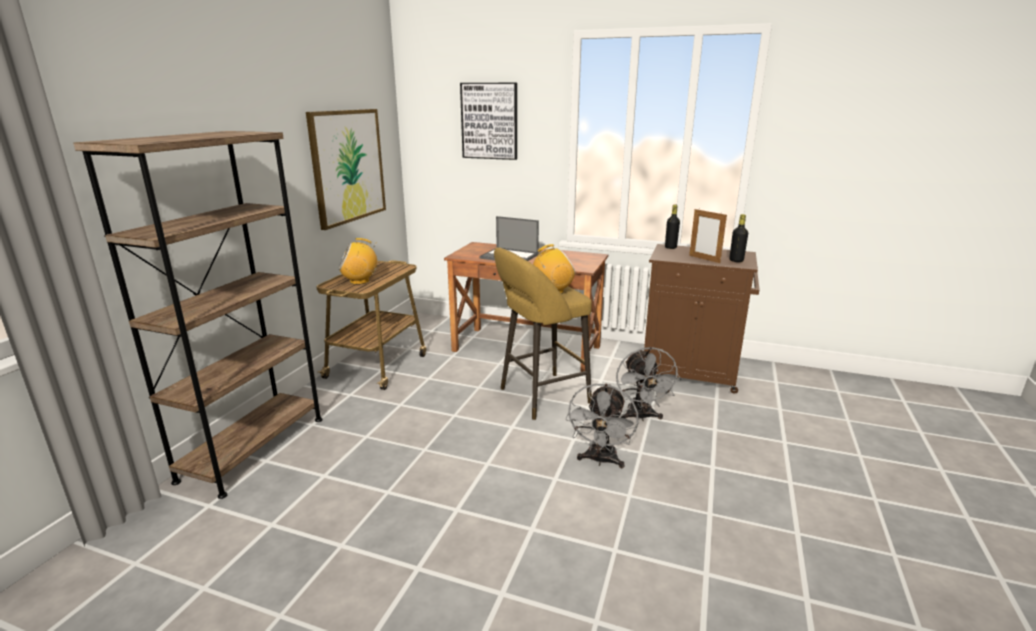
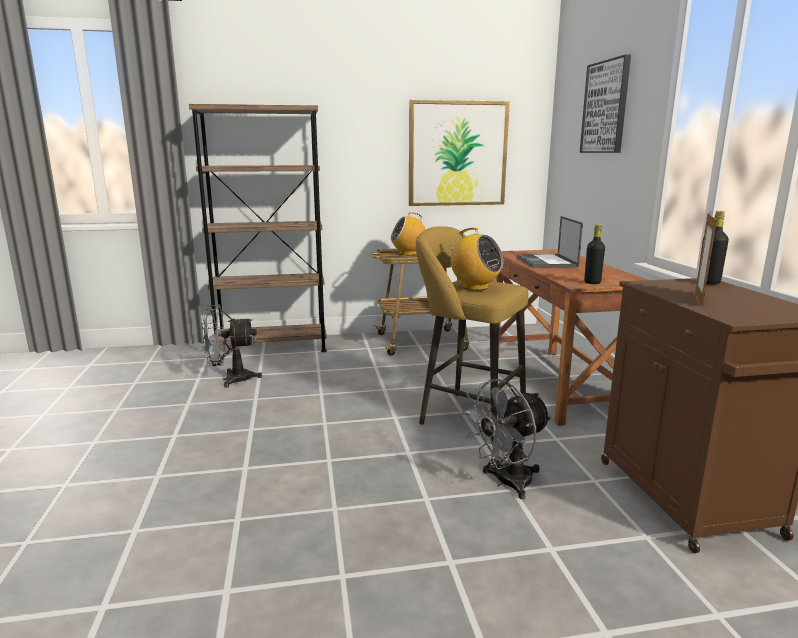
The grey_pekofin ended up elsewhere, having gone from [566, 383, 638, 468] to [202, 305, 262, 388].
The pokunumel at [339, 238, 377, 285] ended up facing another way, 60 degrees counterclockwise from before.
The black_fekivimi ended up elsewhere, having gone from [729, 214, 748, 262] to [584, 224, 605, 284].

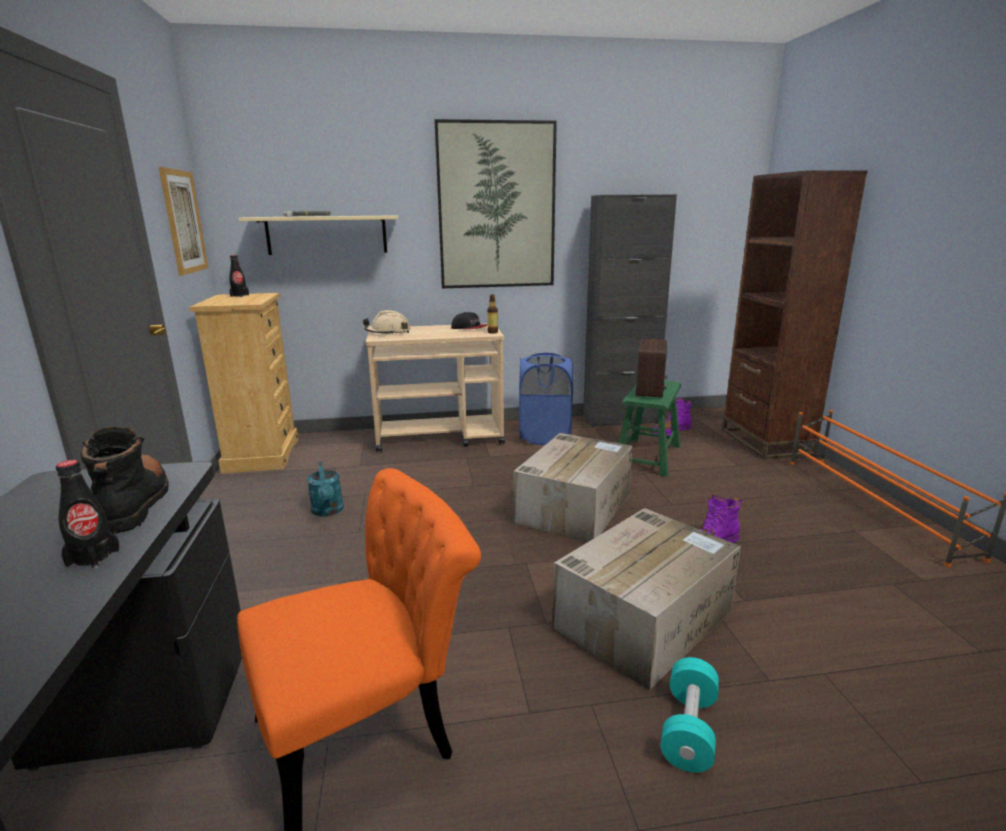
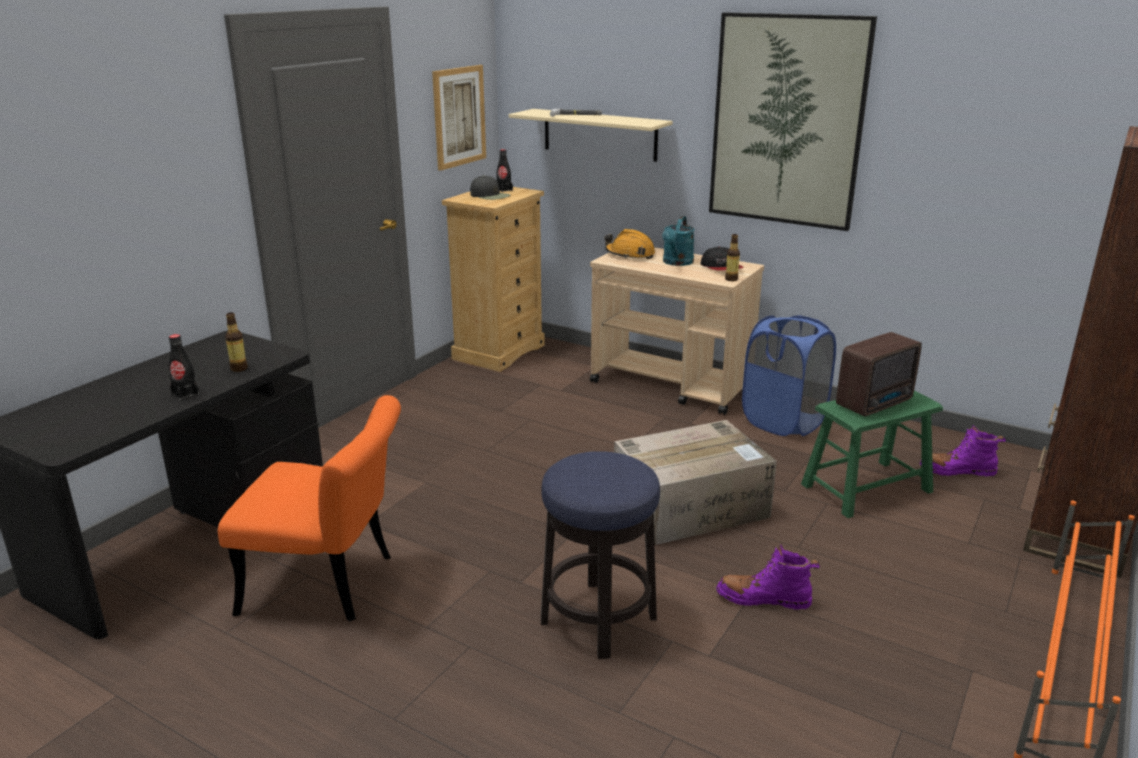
Where the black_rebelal stood at [80, 427, 169, 534], the fekivimi came to stand at [225, 313, 248, 372].
The second view gained the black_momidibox at [470, 175, 511, 200].
Where the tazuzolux stood at [553, 508, 741, 690], the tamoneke came to stand at [541, 451, 660, 659].
What was the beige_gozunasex at [363, 310, 411, 335] turned into the orange_gozunasex at [605, 229, 655, 259].
The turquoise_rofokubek ended up elsewhere, having gone from [307, 461, 344, 516] to [662, 216, 695, 266].
The second view lost the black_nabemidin at [583, 194, 677, 428].
The second view lost the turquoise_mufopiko at [661, 657, 719, 773].

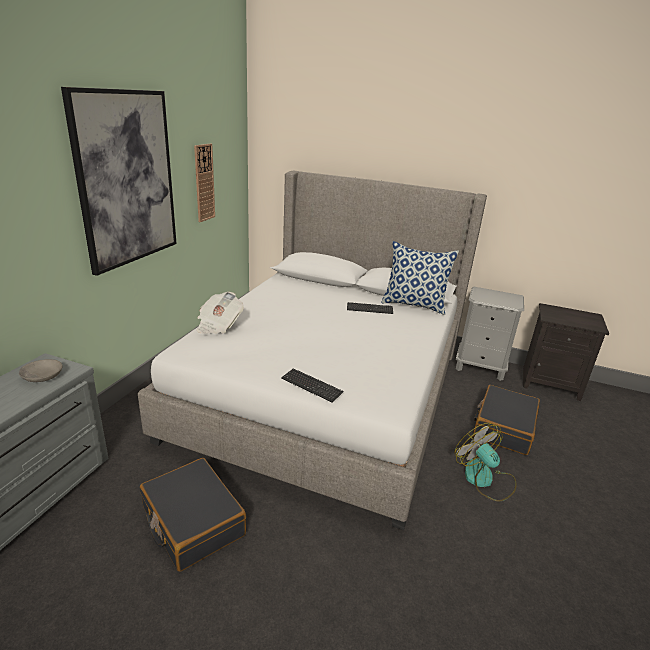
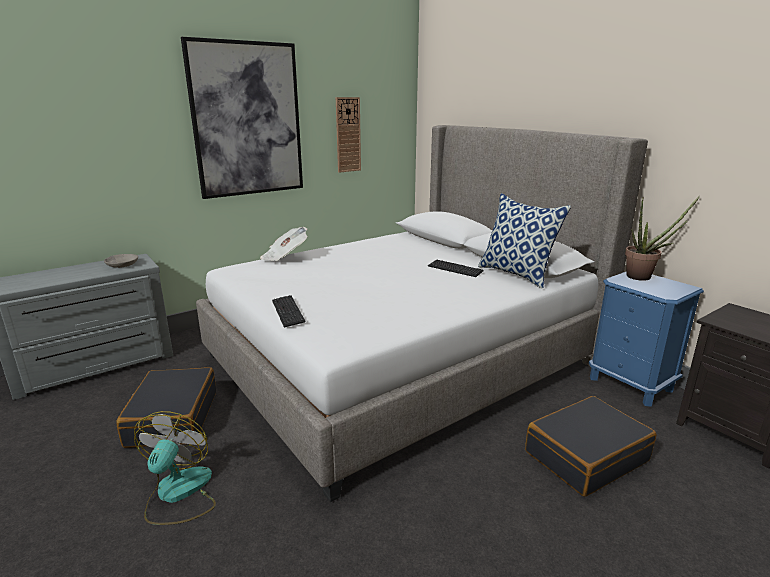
The pekofin ended up elsewhere, having gone from [455, 423, 517, 502] to [134, 411, 216, 525].
What was the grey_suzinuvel at [456, 286, 524, 381] turned into the blue_suzinuvel at [589, 272, 704, 407].
The second view gained the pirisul at [625, 196, 700, 281].

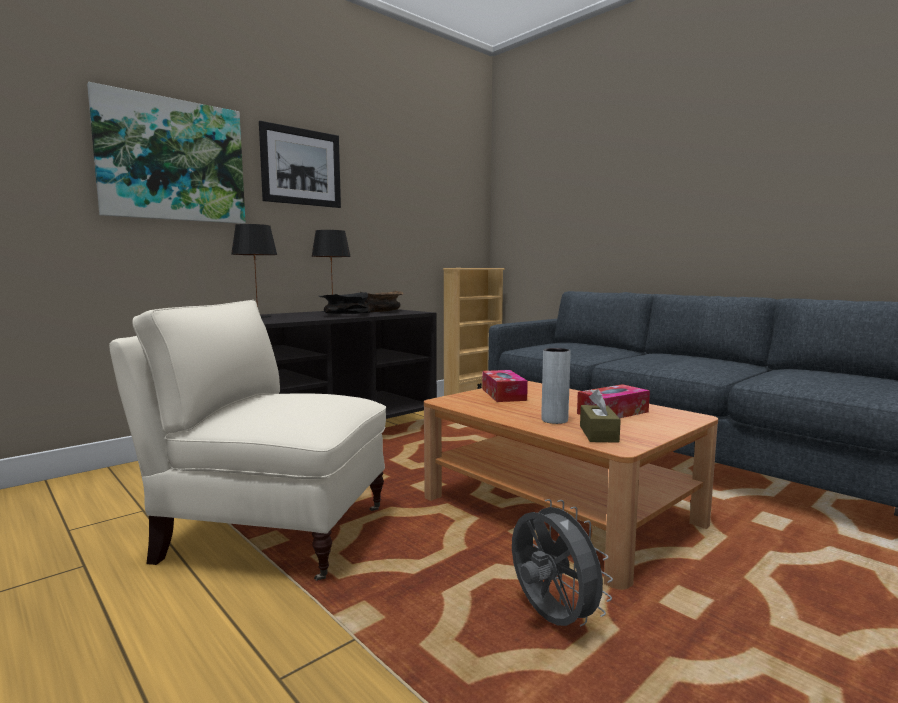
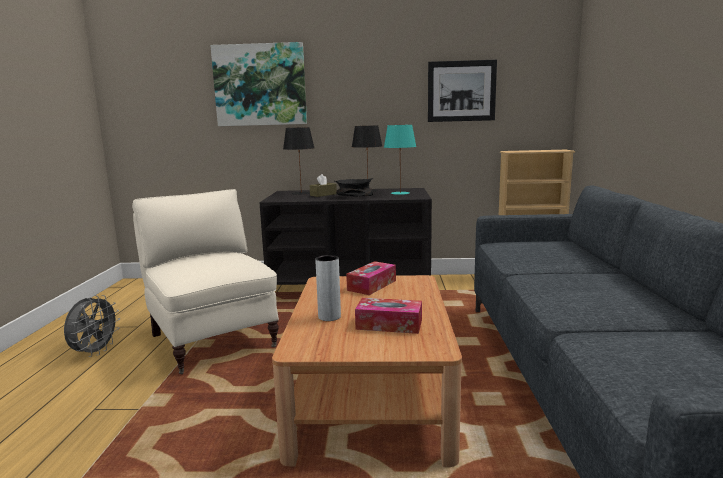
The grey_pekofin ended up elsewhere, having gone from [512, 499, 613, 627] to [64, 295, 120, 357].
The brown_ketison ended up elsewhere, having gone from [580, 389, 621, 443] to [310, 174, 337, 197].
Where the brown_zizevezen stood at [360, 290, 404, 312], the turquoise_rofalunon came to stand at [384, 125, 416, 195].
The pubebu ended up elsewhere, having gone from [259, 121, 341, 208] to [428, 60, 497, 122].

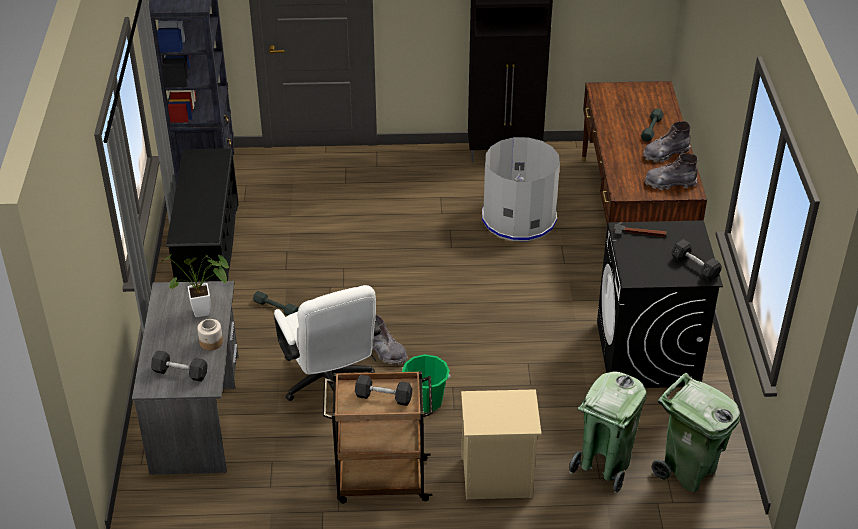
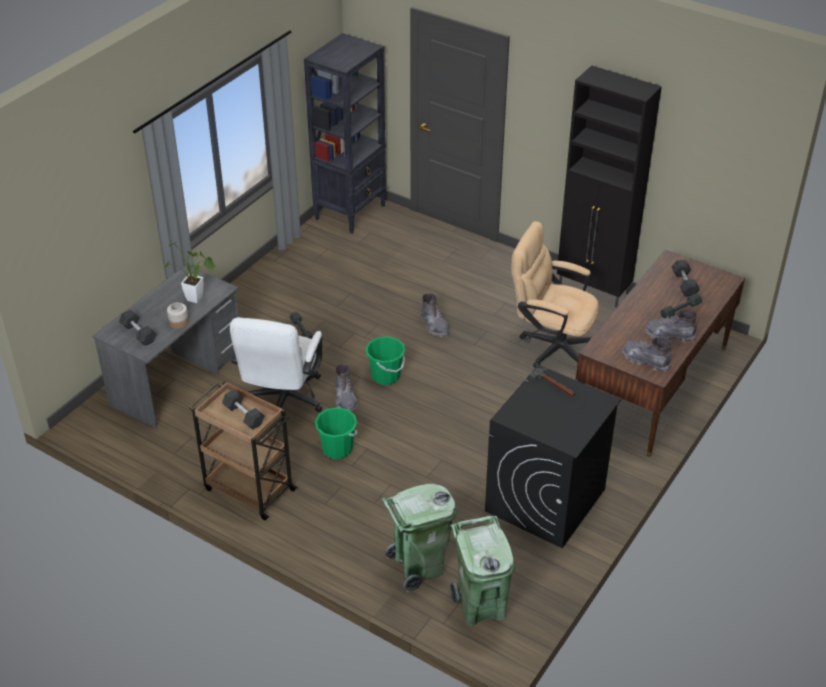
The second view gained the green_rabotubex at [366, 337, 405, 385].
The second view gained the grey_rebelal at [421, 293, 449, 337].
Where the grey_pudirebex stood at [482, 137, 560, 241], the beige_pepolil came to stand at [512, 221, 599, 368].
The grey_mufopiko ended up elsewhere, having gone from [671, 239, 722, 282] to [672, 260, 700, 297].
The second view lost the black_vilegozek at [166, 148, 239, 282].
The second view lost the beige_suzinuvel at [461, 389, 541, 500].

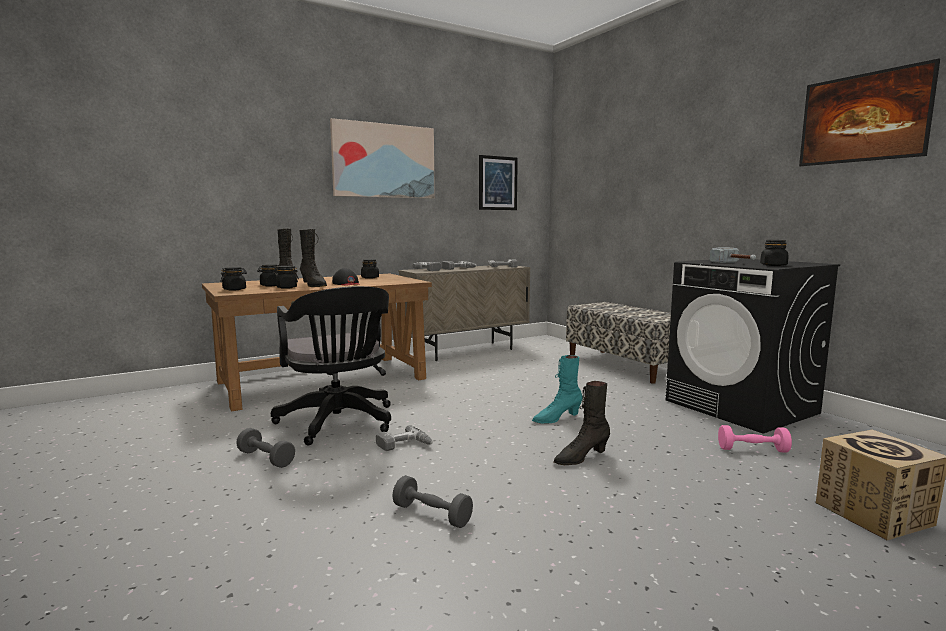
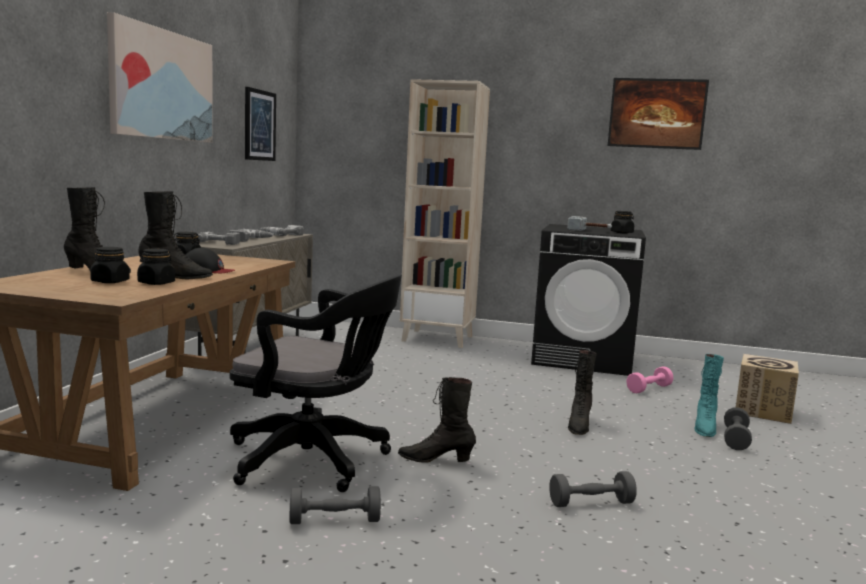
Where the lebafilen stood at [376, 425, 433, 451], the black_rebelal came to stand at [398, 377, 476, 463].
Where the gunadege stood at [566, 302, 671, 384], the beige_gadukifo came to stand at [400, 79, 490, 348].
The turquoise_rebelal ended up elsewhere, having gone from [532, 355, 583, 423] to [694, 354, 724, 437].
The second view gained the grey_mufopiko at [724, 407, 752, 450].
The second view lost the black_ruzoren at [220, 267, 247, 291].

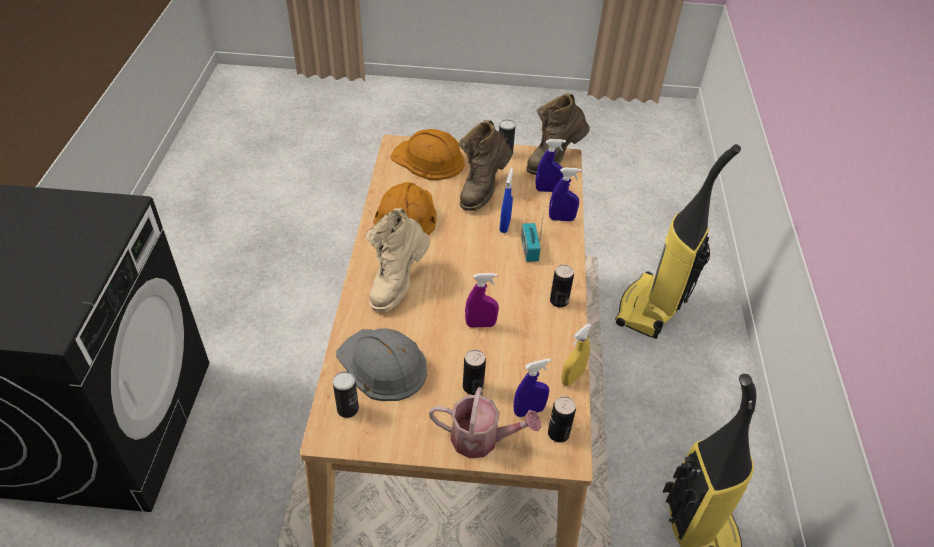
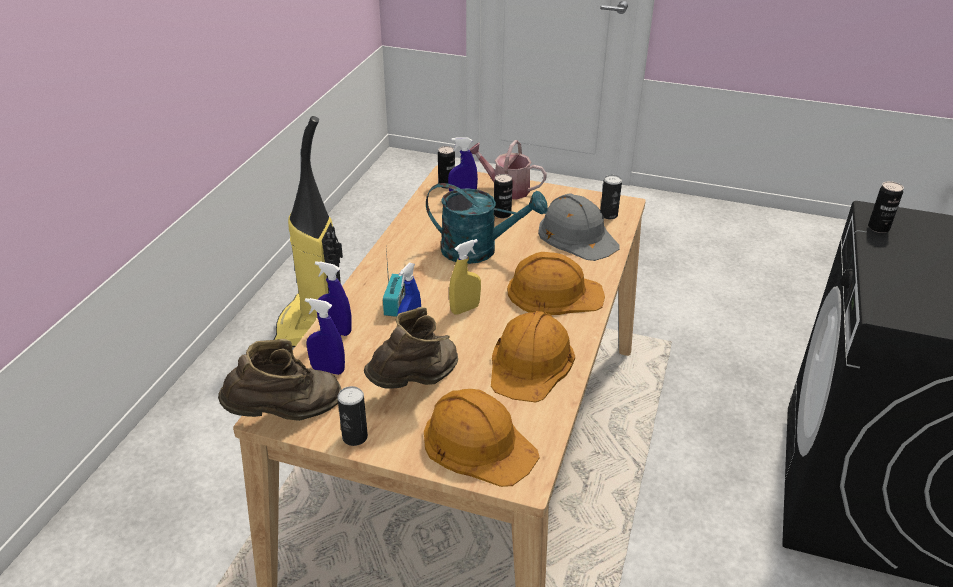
Where the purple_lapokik stood at [465, 273, 499, 327], the turquoise_rofokubek came to stand at [426, 183, 548, 264].
The yellow_lapokik ended up elsewhere, having gone from [561, 323, 592, 386] to [449, 239, 481, 314].
Where the beige_rebelal stood at [365, 208, 430, 312], the orange_gozunasex came to stand at [507, 252, 605, 315].
The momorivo ended up elsewhere, having gone from [550, 264, 574, 307] to [868, 181, 904, 233].
The second view lost the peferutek at [615, 144, 741, 339].

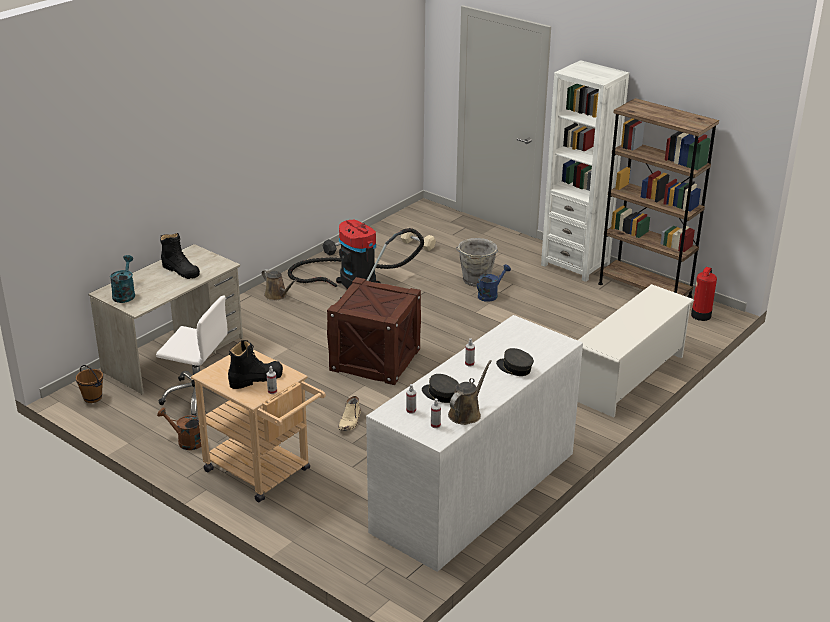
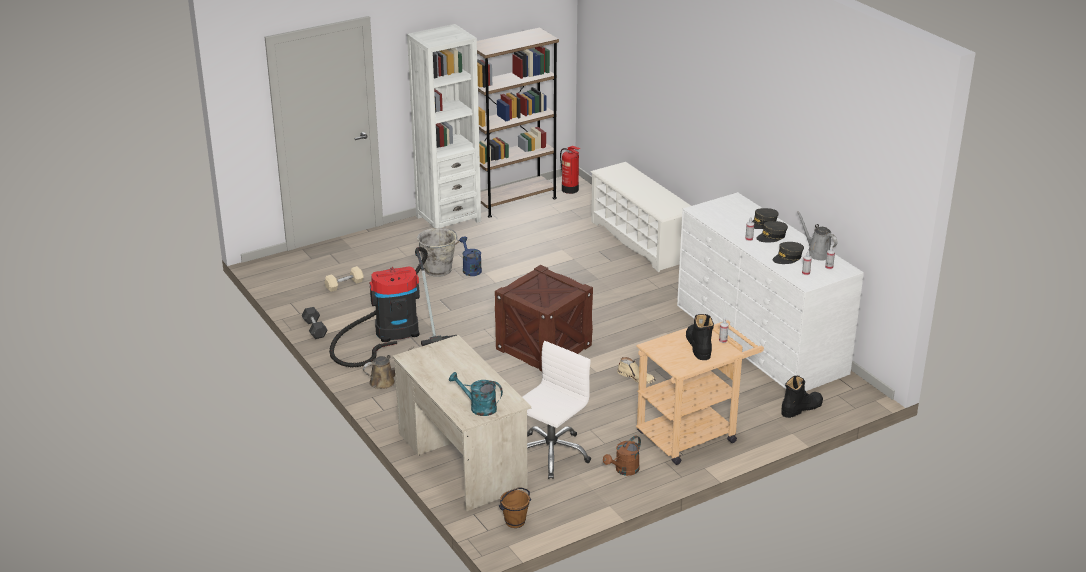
The second view gained the grey_momidibox at [756, 221, 788, 242].
The black_rebelal ended up elsewhere, having gone from [160, 233, 200, 279] to [781, 376, 823, 418].
What was the brown_rofokubek at [448, 360, 492, 425] turned into the grey_rofokubek at [797, 211, 837, 260].

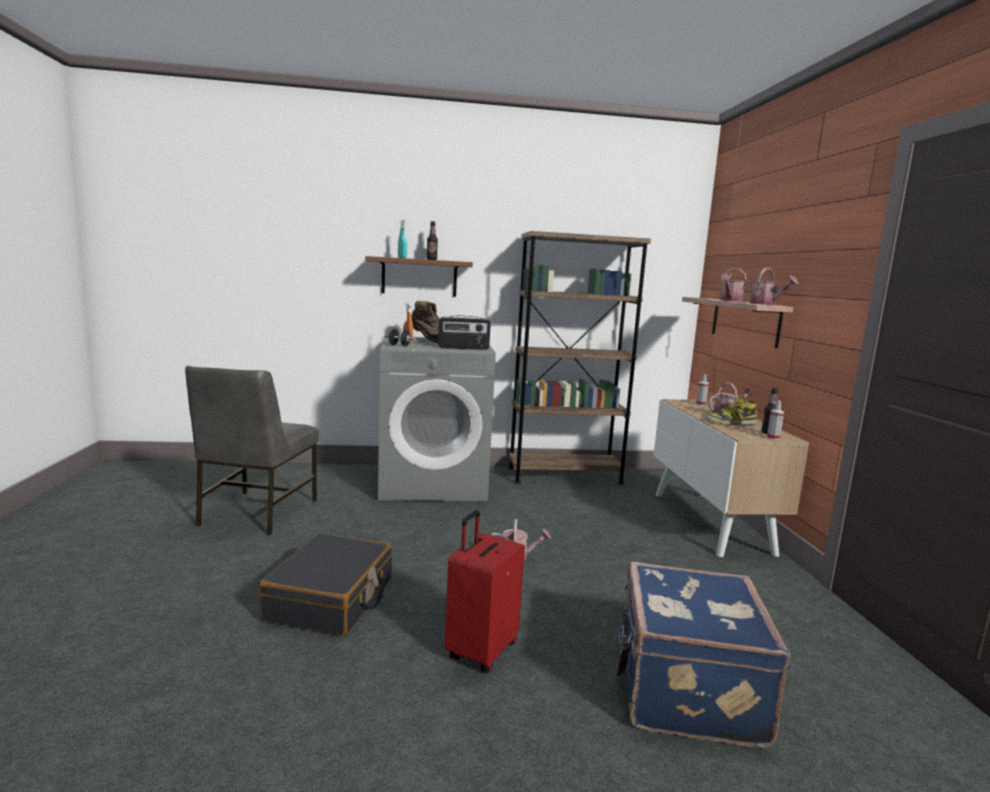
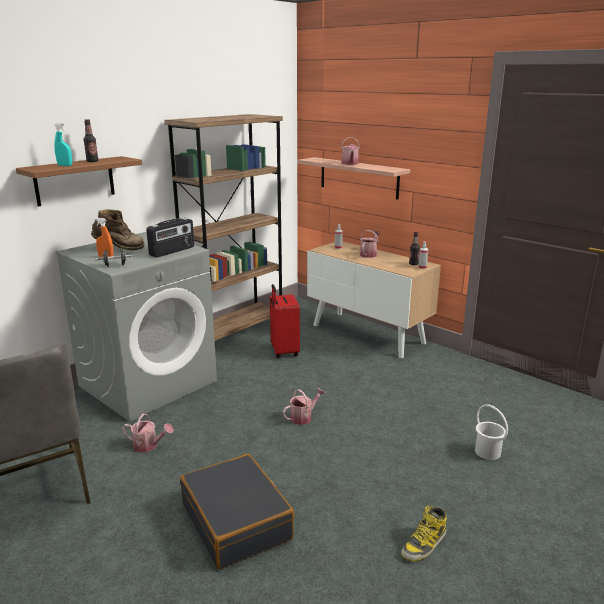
The rofokubek ended up elsewhere, having gone from [743, 268, 799, 305] to [122, 414, 174, 453].
The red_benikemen ended up elsewhere, having gone from [445, 510, 525, 673] to [270, 284, 300, 358].
The rebelal ended up elsewhere, having gone from [706, 396, 757, 425] to [401, 506, 447, 561].
Where the blue_benikemen stood at [616, 562, 790, 749], the white_rabotubex came to stand at [475, 404, 508, 460].

